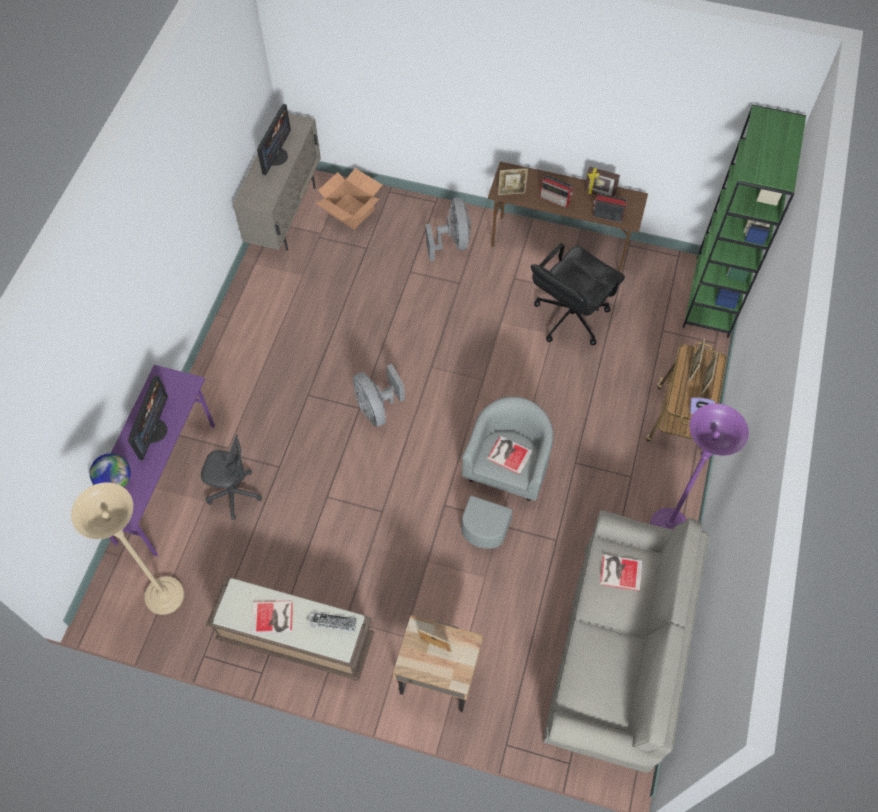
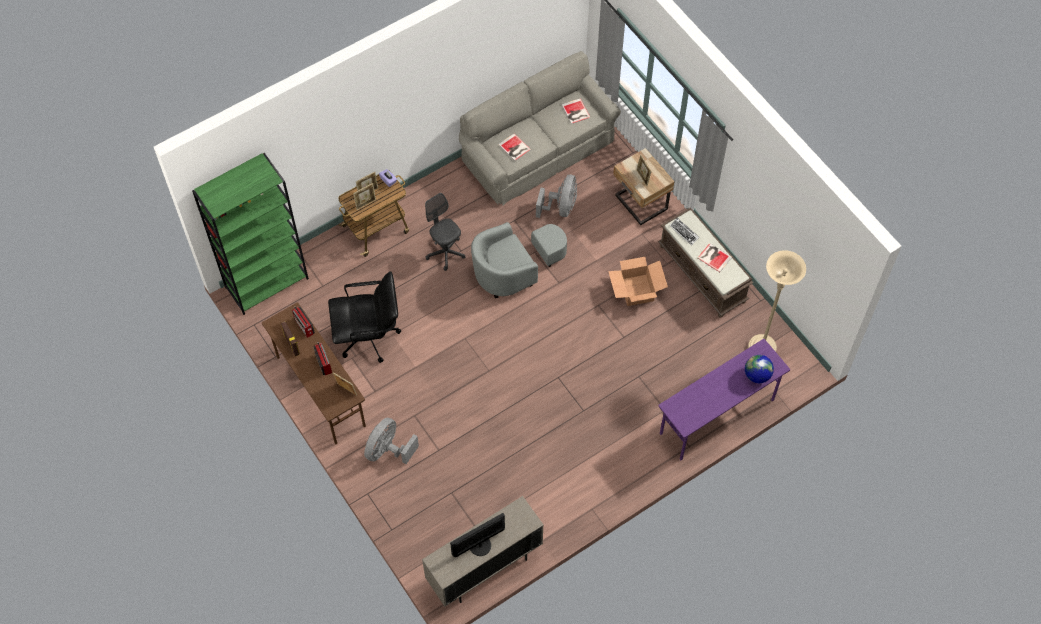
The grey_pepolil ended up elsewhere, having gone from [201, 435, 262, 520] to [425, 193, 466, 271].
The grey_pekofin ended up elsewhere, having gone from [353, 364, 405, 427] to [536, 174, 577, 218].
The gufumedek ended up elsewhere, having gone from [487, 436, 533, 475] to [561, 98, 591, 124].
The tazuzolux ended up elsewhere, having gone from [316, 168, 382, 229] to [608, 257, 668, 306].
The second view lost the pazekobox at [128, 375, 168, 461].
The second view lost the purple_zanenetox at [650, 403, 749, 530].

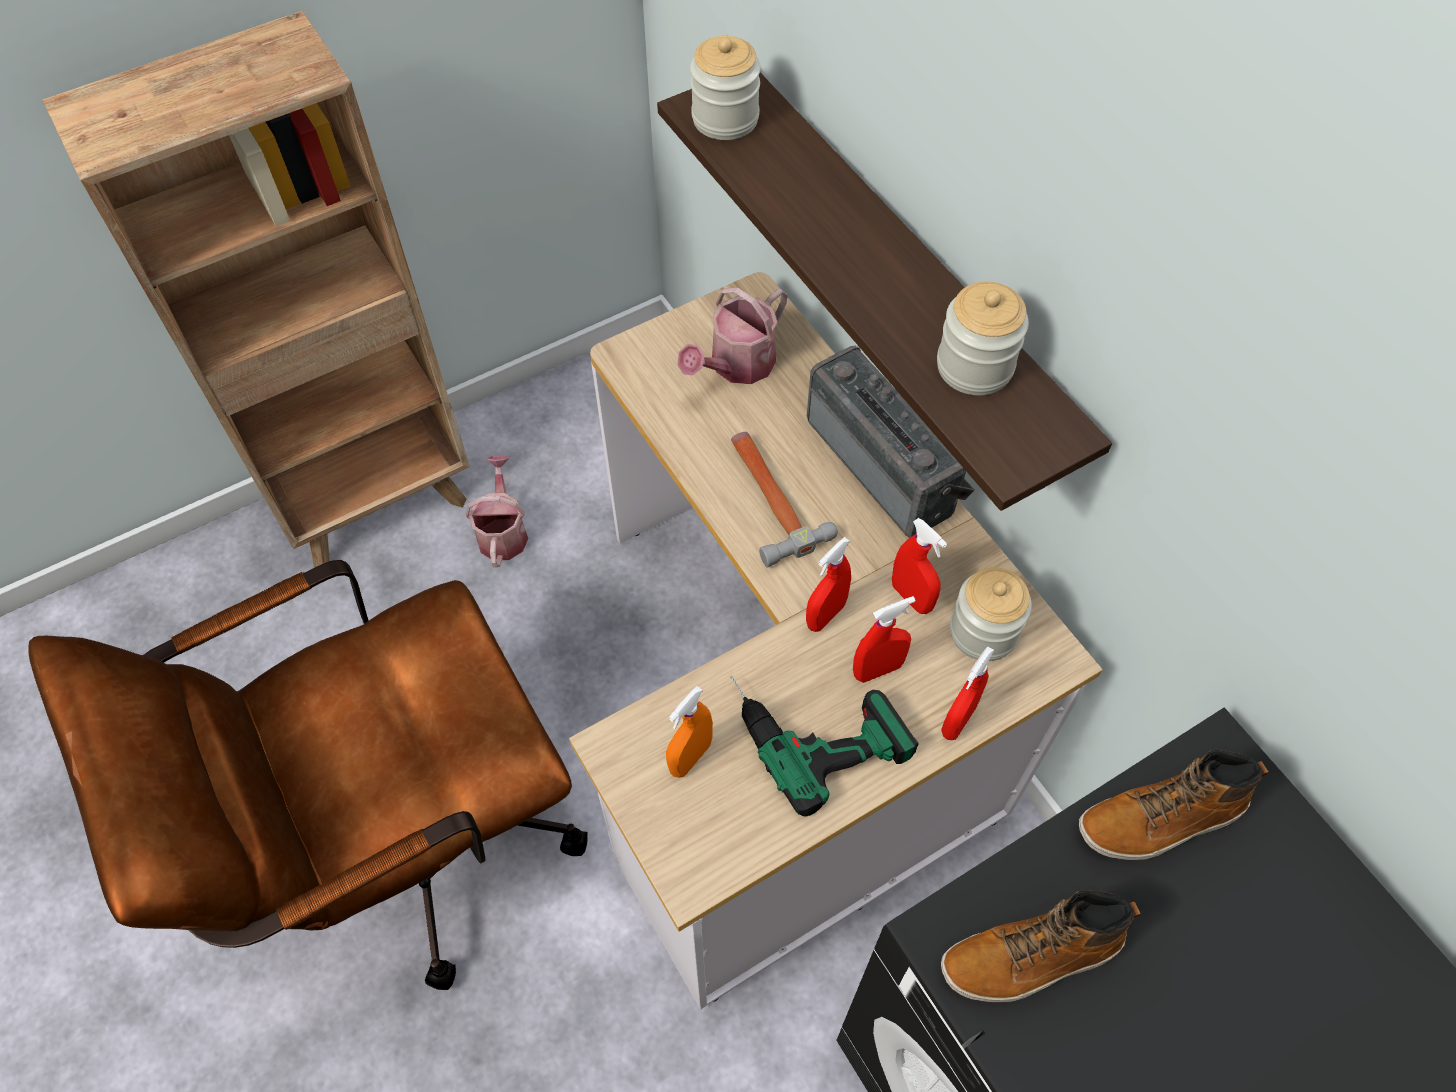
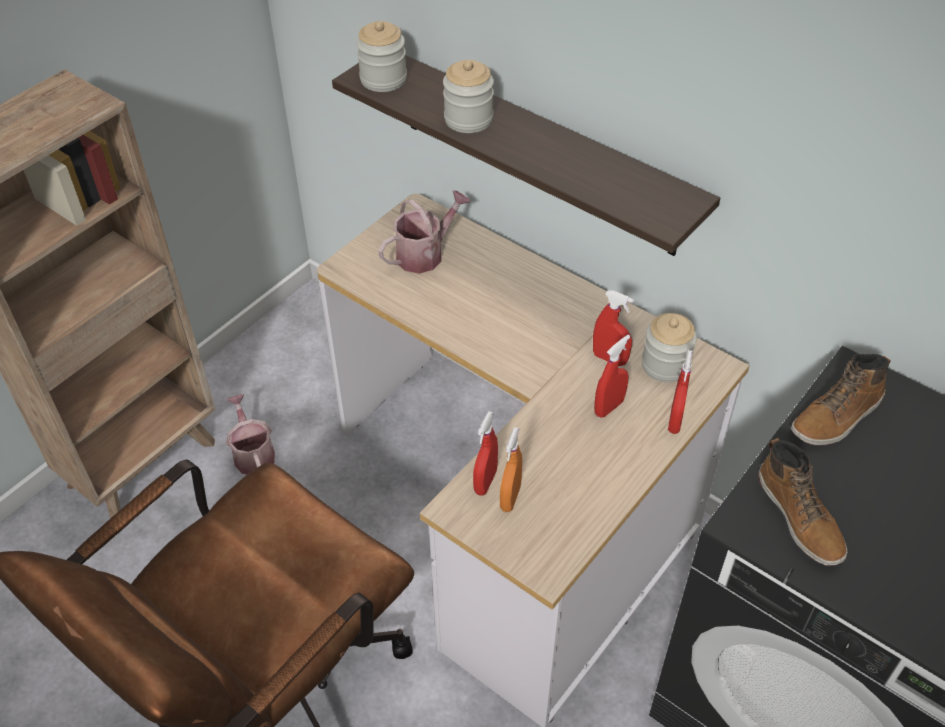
The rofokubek at [677, 288, 788, 384] ended up facing another way, 150 degrees counterclockwise from before.
The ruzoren ended up elsewhere, having gone from [937, 282, 1029, 395] to [443, 60, 494, 133].
The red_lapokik ended up elsewhere, having gone from [806, 537, 851, 632] to [473, 411, 498, 495].
The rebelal at [941, 890, 1141, 1003] ended up facing another way, 75 degrees counterclockwise from before.
The second view lost the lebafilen at [730, 676, 919, 817].
The second view lost the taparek at [731, 432, 838, 568].
The second view lost the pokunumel at [807, 346, 975, 538].

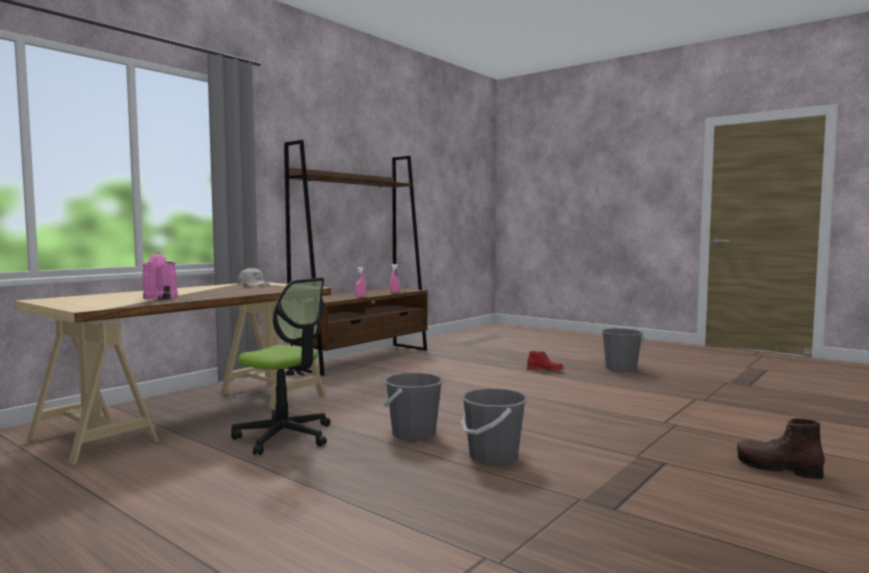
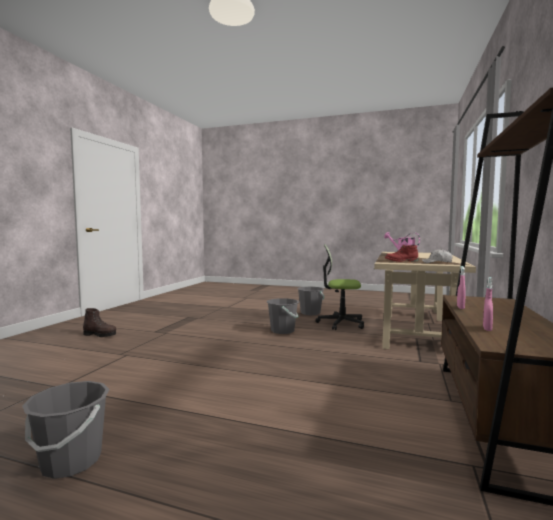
The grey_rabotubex ended up elsewhere, having gone from [461, 388, 528, 466] to [297, 287, 325, 315].
The red_rebelal ended up elsewhere, having gone from [527, 351, 564, 371] to [385, 245, 418, 262].

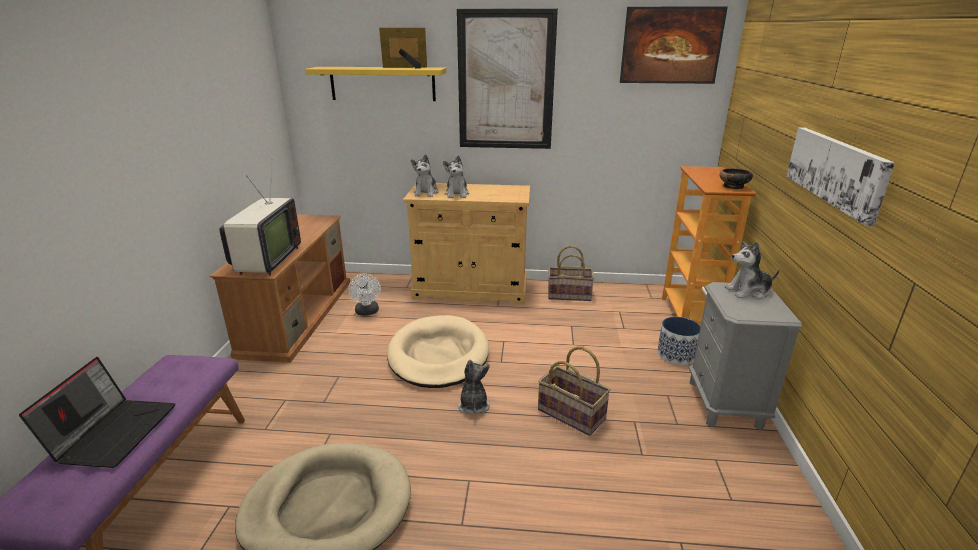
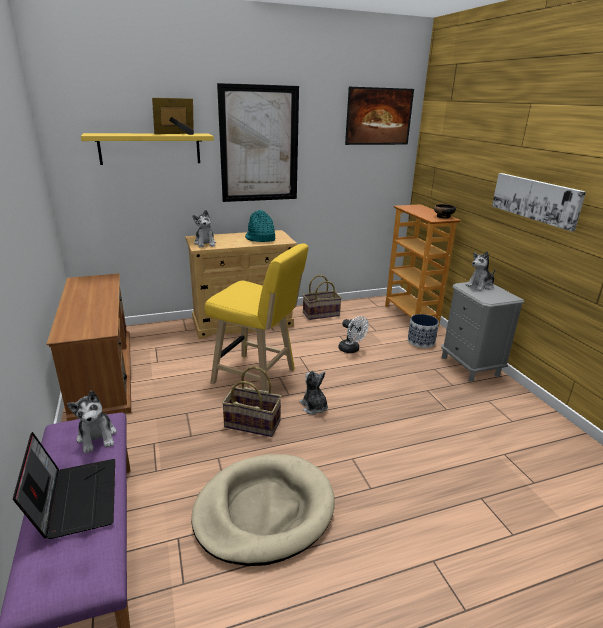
The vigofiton ended up elsewhere, having gone from [443, 155, 469, 198] to [67, 390, 117, 454].
Where the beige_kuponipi stood at [387, 315, 489, 388], the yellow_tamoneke came to stand at [204, 243, 308, 391].
The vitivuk ended up elsewhere, having gone from [538, 346, 611, 436] to [222, 366, 282, 437].
The second view gained the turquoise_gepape at [245, 210, 275, 242].
The white_pekofin ended up elsewhere, having gone from [348, 274, 381, 316] to [339, 316, 369, 353].
The second view lost the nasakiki at [219, 165, 301, 276].

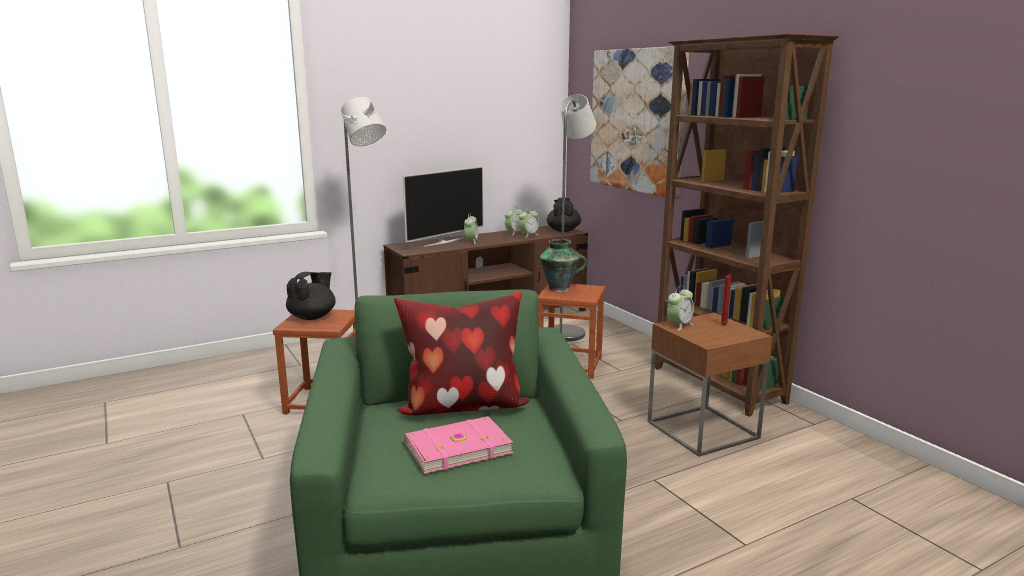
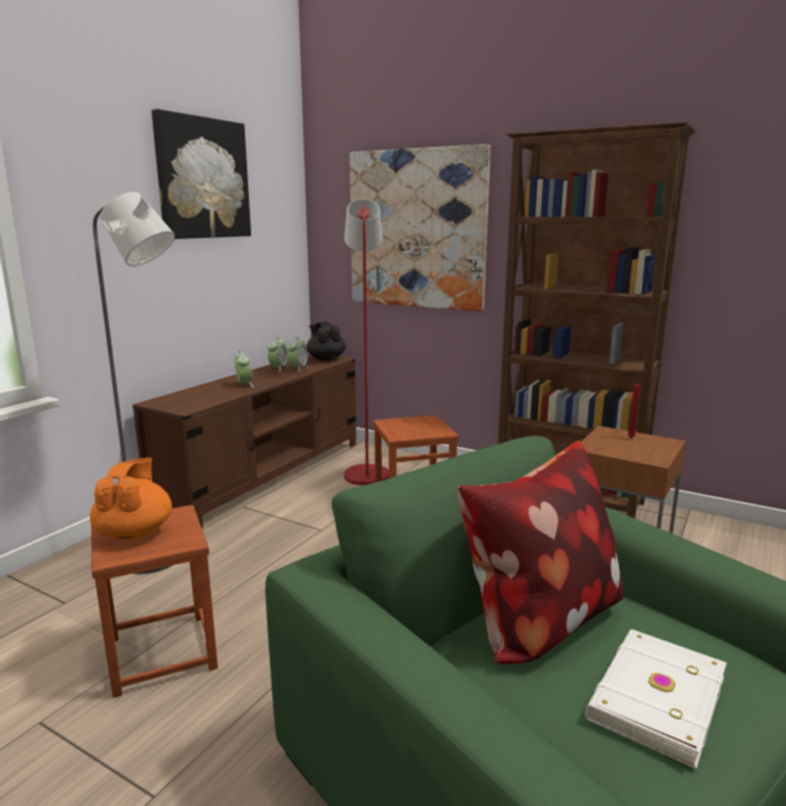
What was the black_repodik at [286, 272, 336, 320] turned into the orange_repodik at [90, 458, 172, 540].
The second view gained the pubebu at [152, 109, 251, 239].
What was the grey_zanenetox at [554, 94, 596, 342] turned into the red_zanenetox at [344, 199, 389, 486].
What was the pink_gufumedek at [404, 416, 513, 474] turned into the white_gufumedek at [585, 629, 727, 769].
The second view lost the nasakiki at [403, 166, 484, 247].
The second view lost the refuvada at [540, 239, 587, 292].
The second view lost the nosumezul at [667, 286, 694, 331].

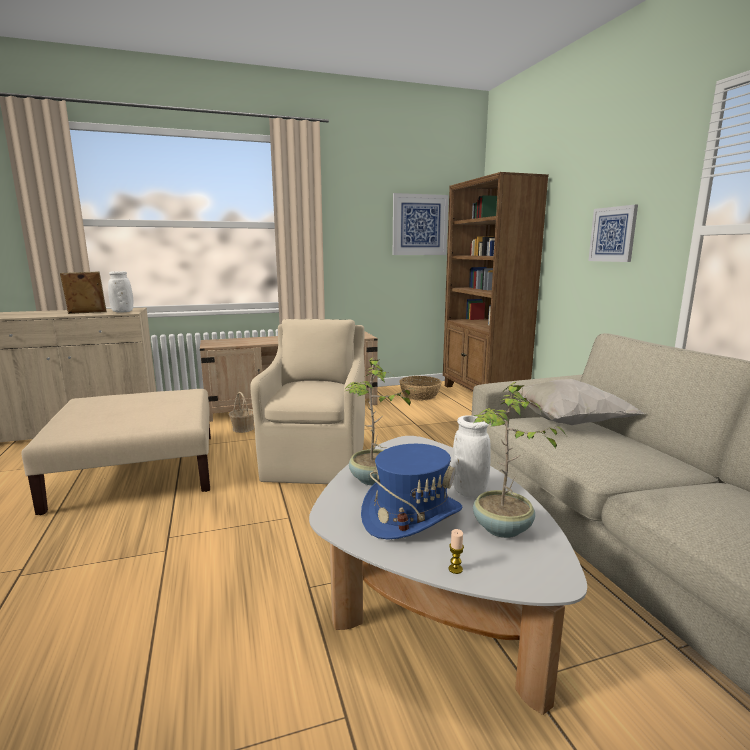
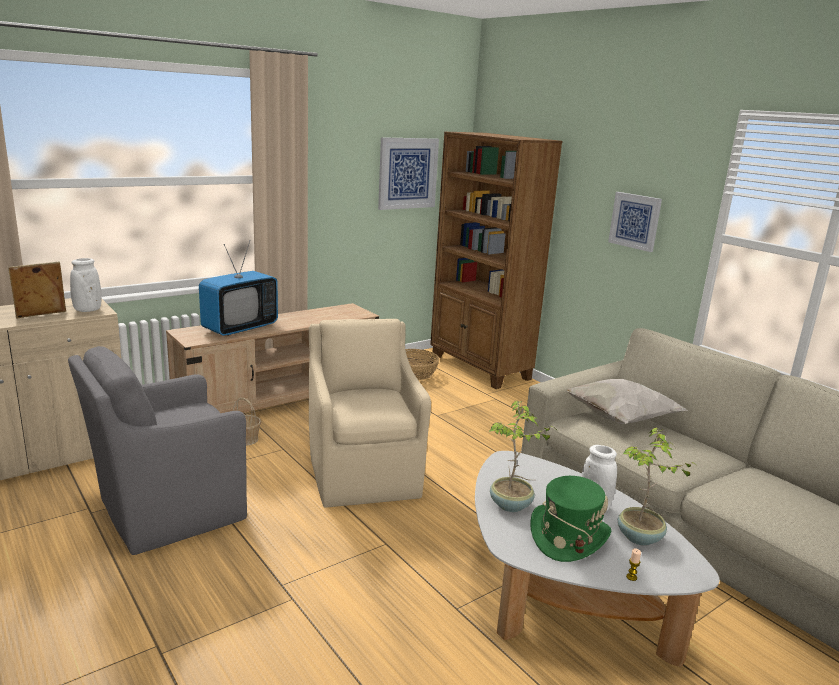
Where the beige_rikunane stood at [21, 389, 211, 515], the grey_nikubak came to stand at [68, 346, 247, 555].
The second view gained the nasakiki at [199, 240, 278, 336].
What was the blue_gepape at [361, 444, 462, 540] turned into the green_gepape at [530, 476, 611, 562].

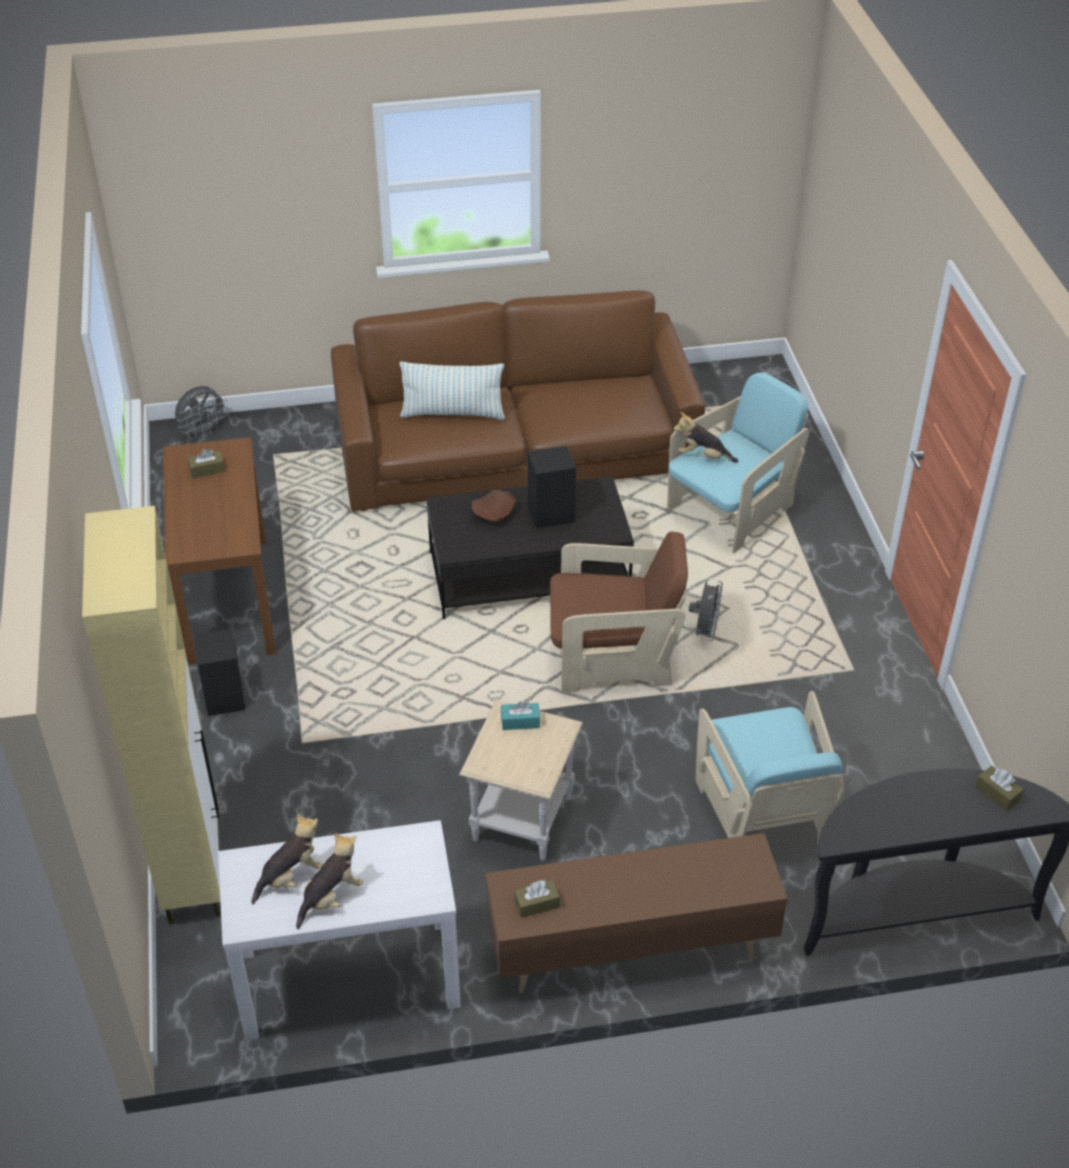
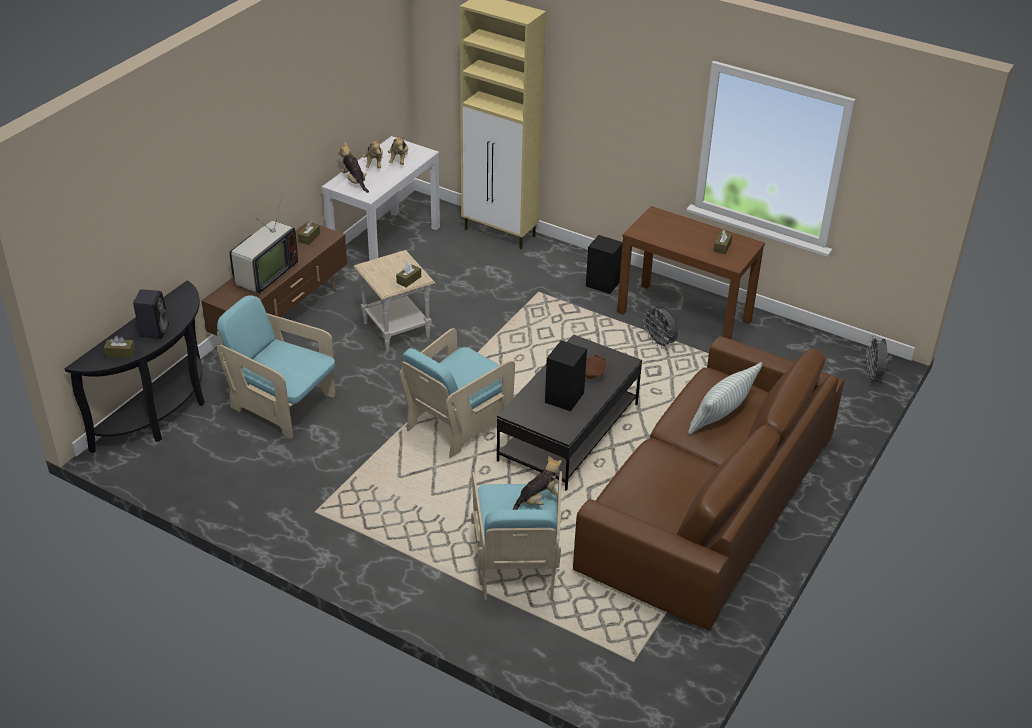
The second view gained the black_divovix at [133, 289, 169, 339].
The second view gained the nasakiki at [229, 195, 298, 295].
The second view gained the vigofiton at [338, 142, 369, 193].
What was the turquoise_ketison at [501, 701, 540, 730] turned into the brown_ketison at [396, 262, 421, 287].
What was the brown_nikubak at [550, 531, 688, 693] turned into the turquoise_nikubak at [400, 328, 515, 458].
The grey_pekofin ended up elsewhere, having gone from [689, 581, 723, 641] to [643, 306, 678, 349].

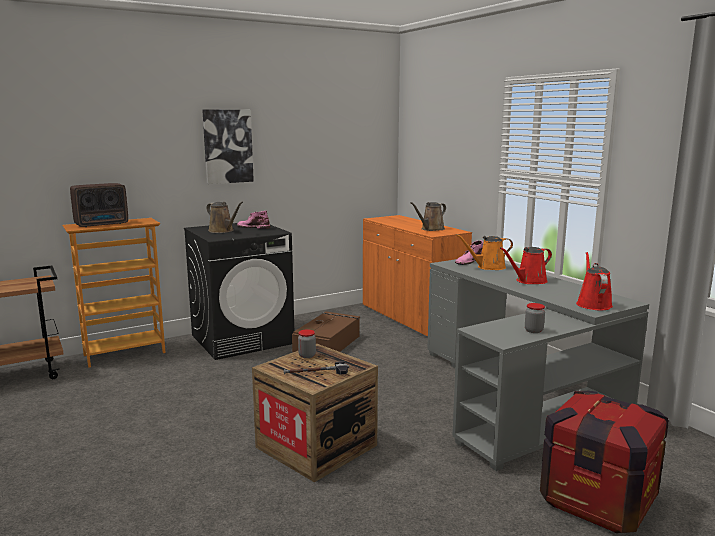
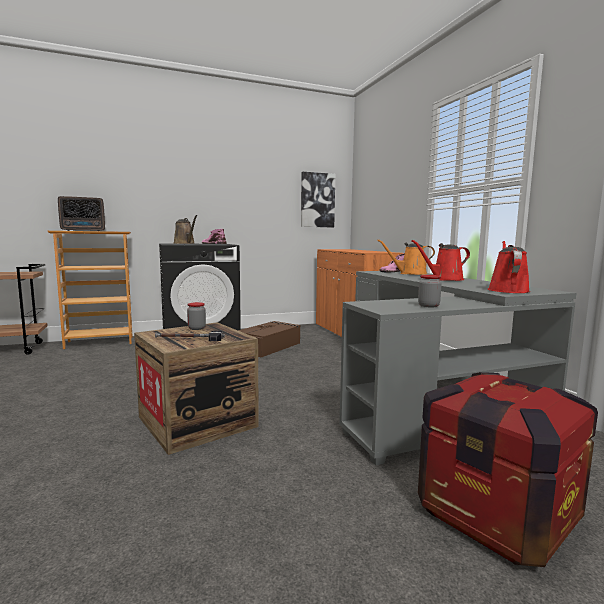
The pubebu ended up elsewhere, having gone from [202, 110, 254, 184] to [301, 172, 335, 227].
The second view lost the brown_rofokubek at [410, 202, 446, 231].

